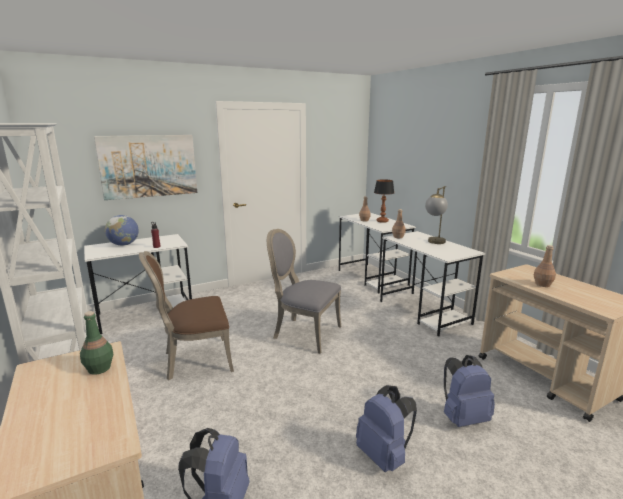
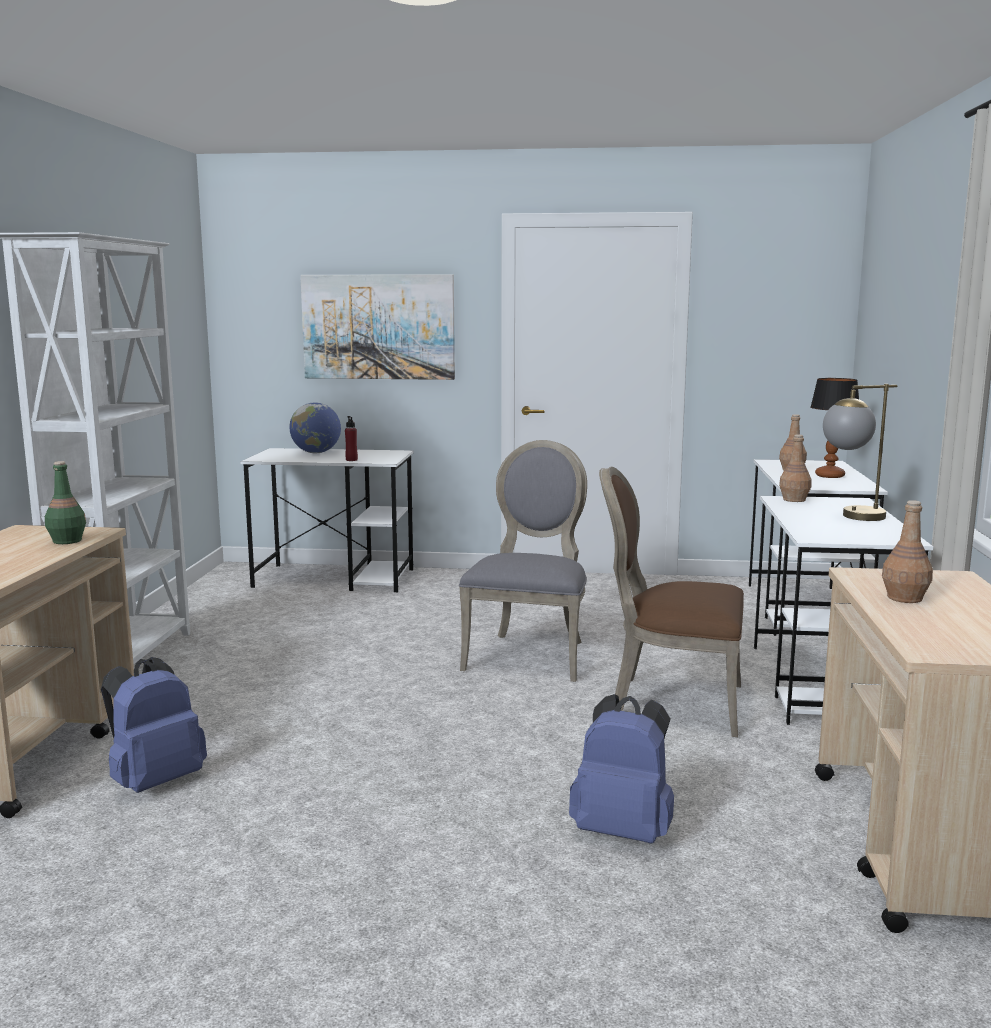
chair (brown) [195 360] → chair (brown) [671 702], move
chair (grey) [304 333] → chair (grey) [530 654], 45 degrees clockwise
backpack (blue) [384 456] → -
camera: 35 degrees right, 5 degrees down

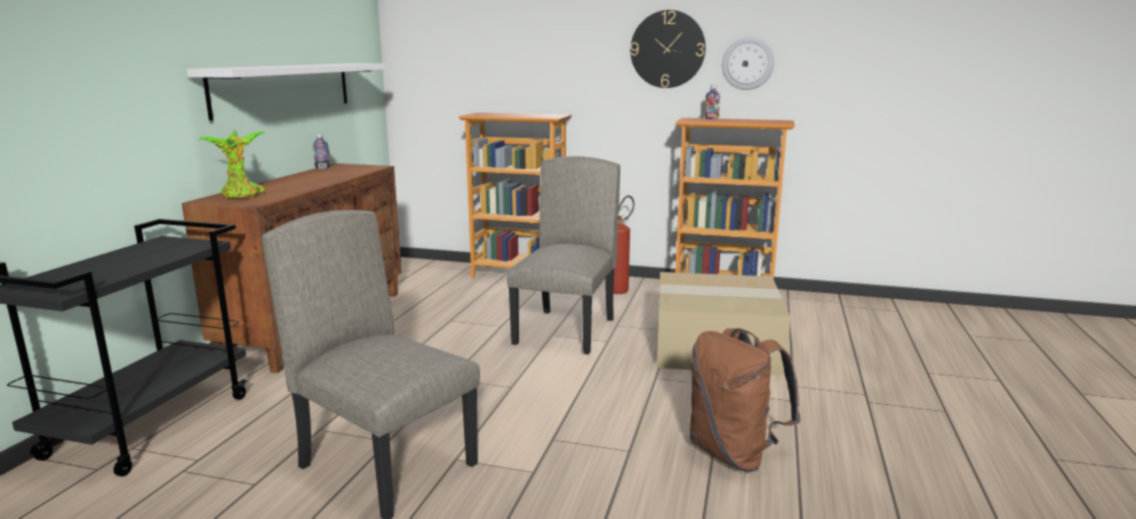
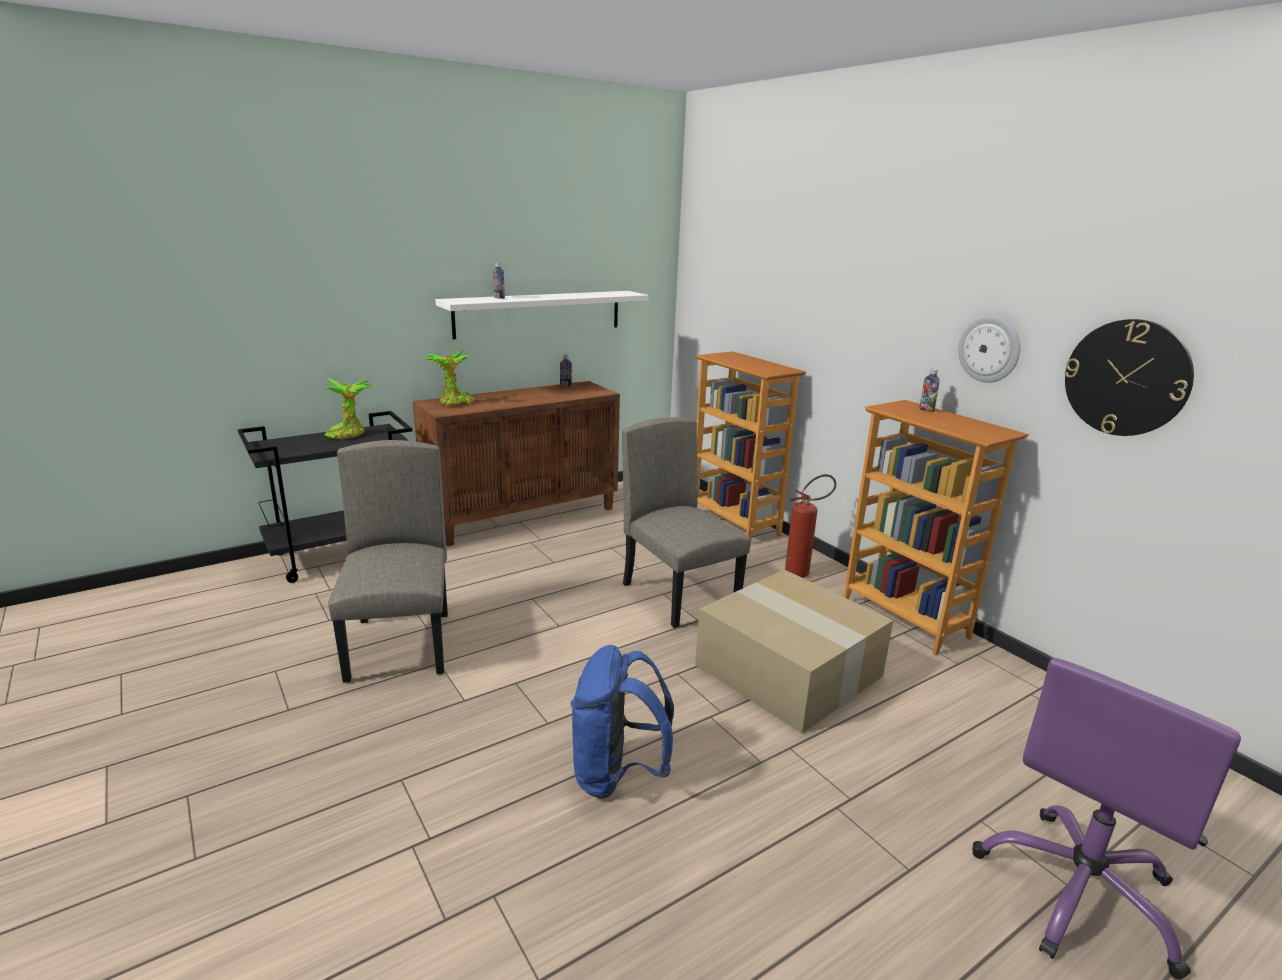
chair (beige) [566 331] → chair (beige) [680 595], 90 degrees counterclockwise
wall clock [667 49] → wall clock [1126 378], move
backpack (brown) [734 454] → backpack (blue) [617 774]
- → potted plant [349 434]
- → bottle [499 298]
- → office chair (purple) [1079 892]
camera: 40 degrees right, 5 degrees up

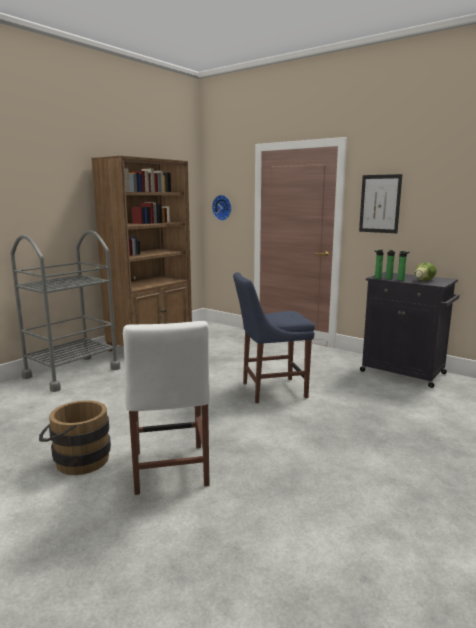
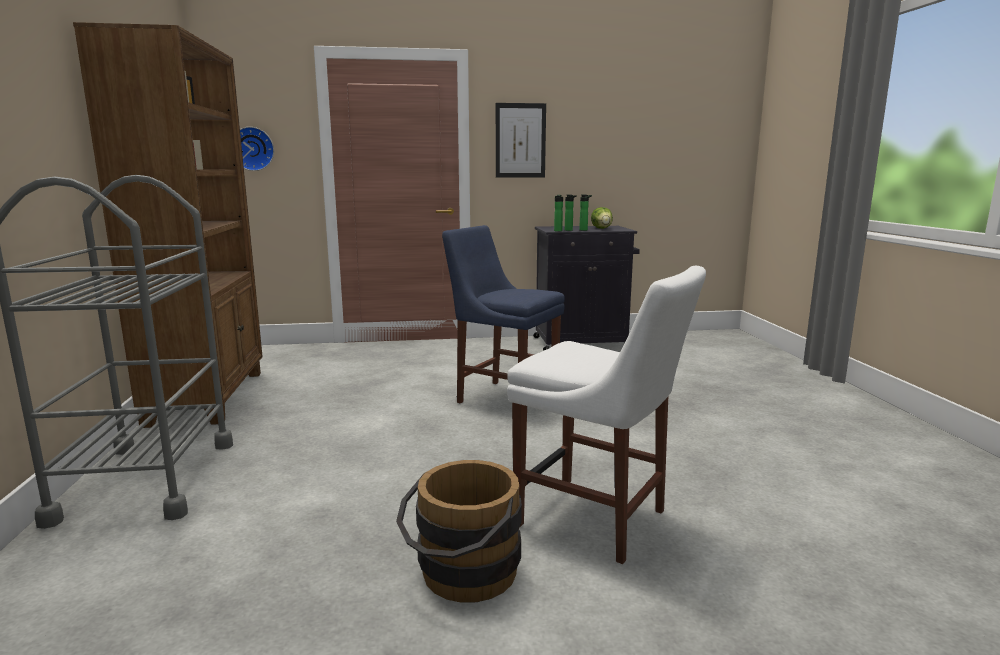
chair (blue) [270 390] → chair (blue) [503 397], 90 degrees clockwise
camera: 45 degrees left, 0 degrees up

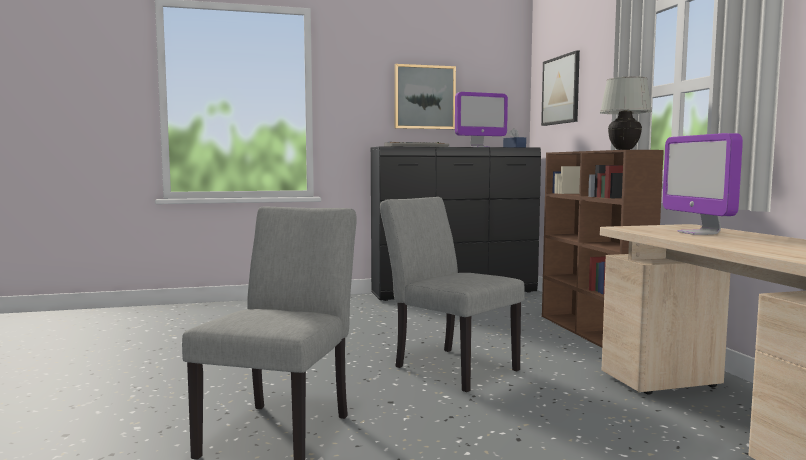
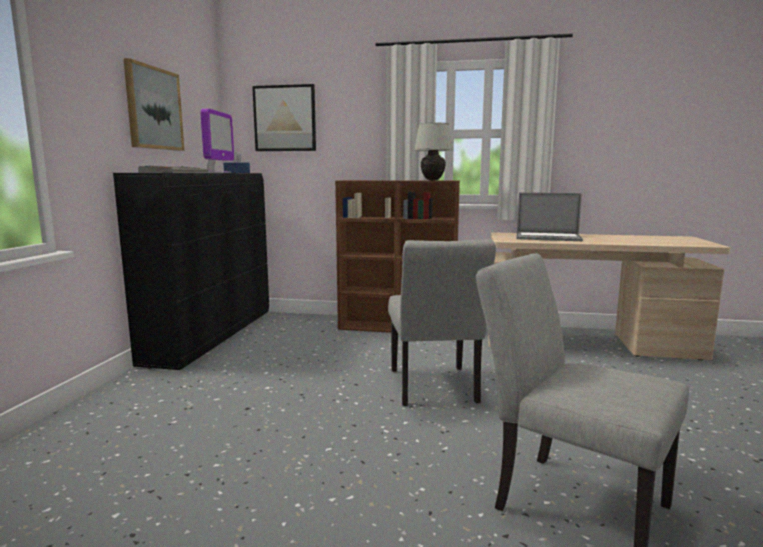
chair (grey) [449 366] → chair (grey) [434 389], 75 degrees counterclockwise
monitor [698 233] → laptop [548 237]
camera: 65 degrees left, 5 degrees up

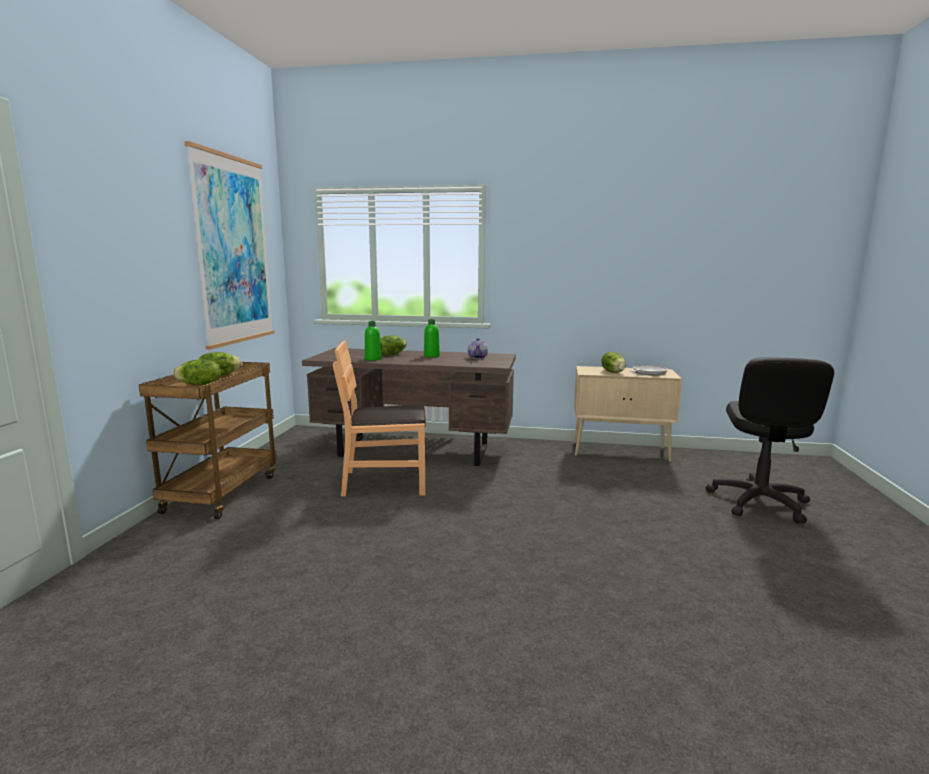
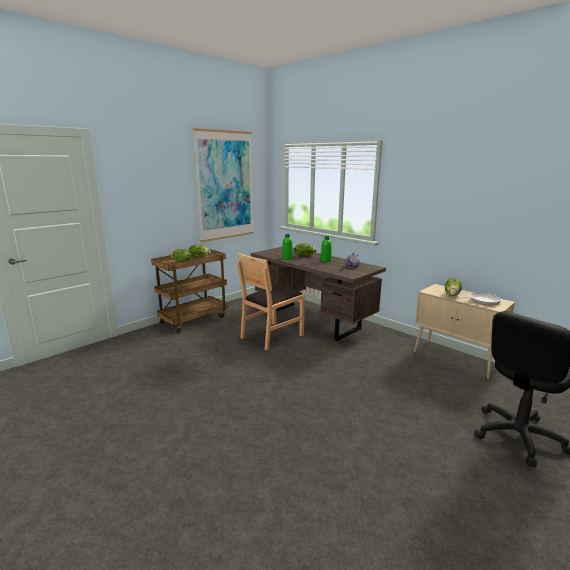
chair (brown) [385 482] → chair (brown) [271 336], 75 degrees counterclockwise
camera: 35 degrees right, 5 degrees up

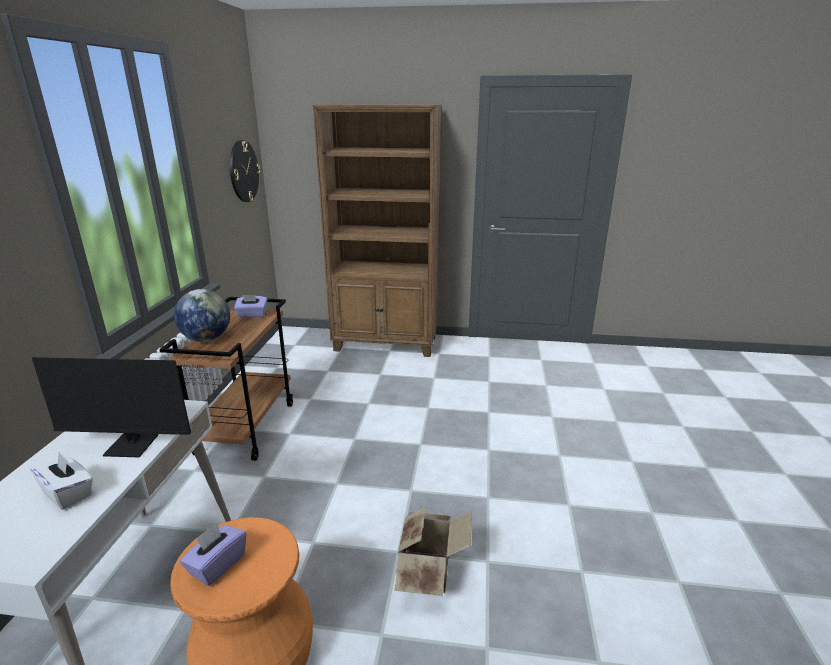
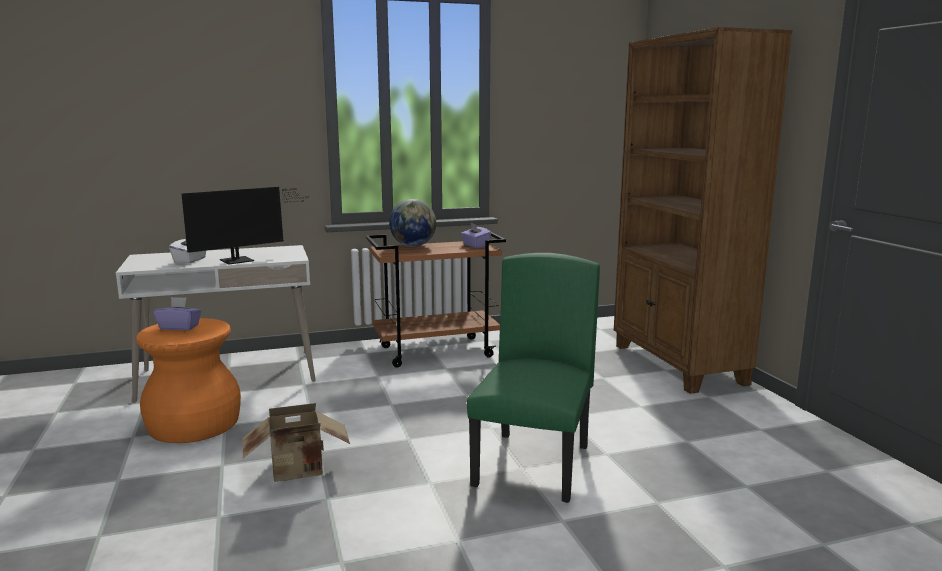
monitor [137 446] → monitor [242 260], 105 degrees counterclockwise
wall clock [243 171] → -
- → chair (green) [534 466]
camera: 65 degrees right, 10 degrees down

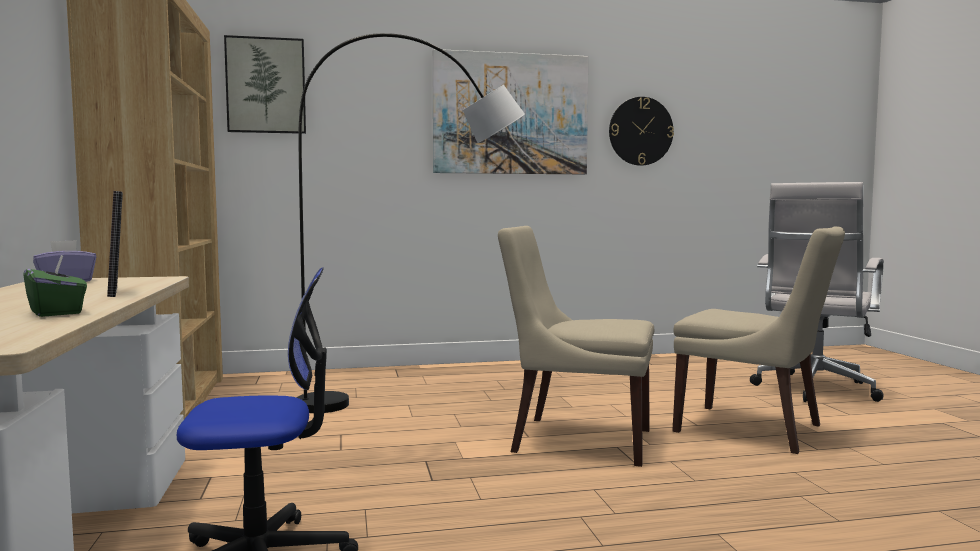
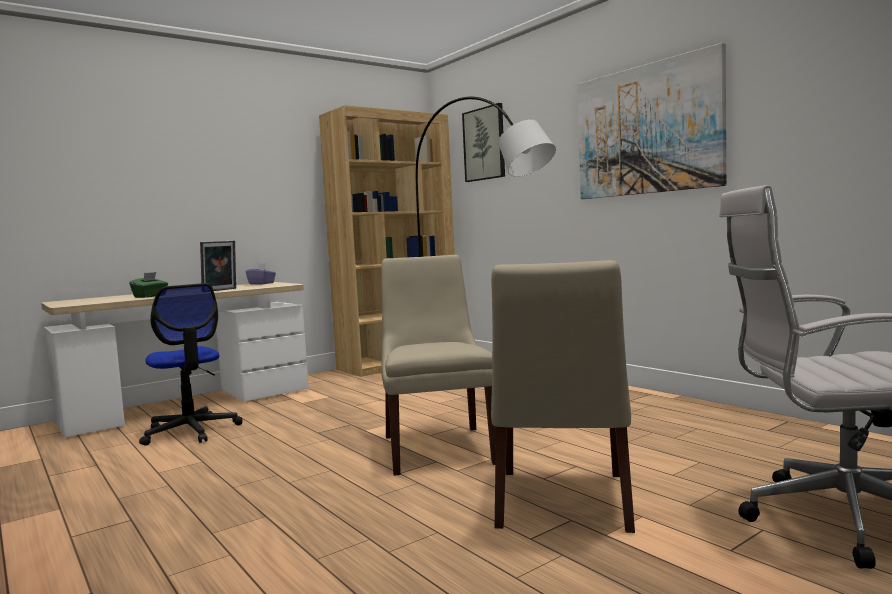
wall clock [640 131] → -
camera: 65 degrees right, 0 degrees up

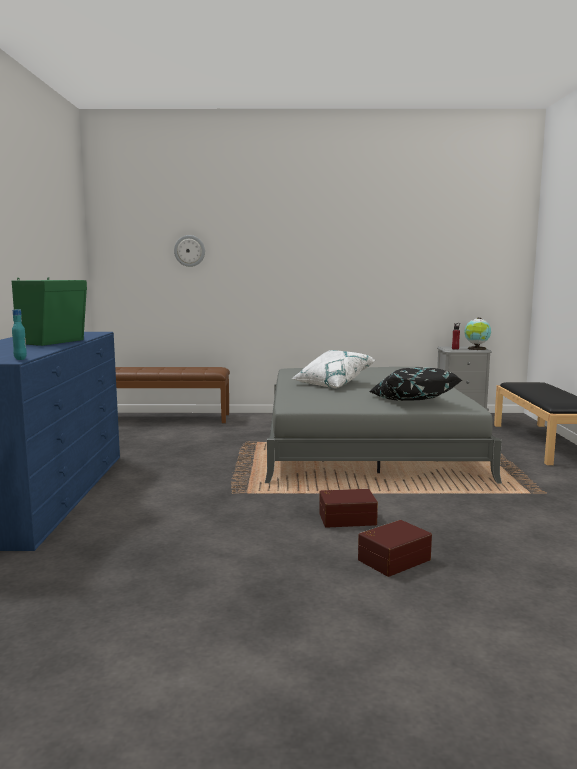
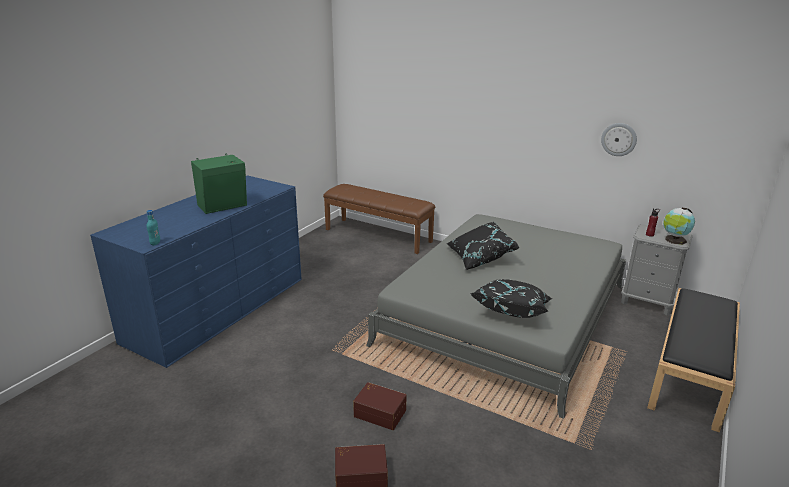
wall clock [189 251] → wall clock [619 139], move
pillow (white) [332 384] → pillow (black) [479 257]
camera: 30 degrees right, 15 degrees up

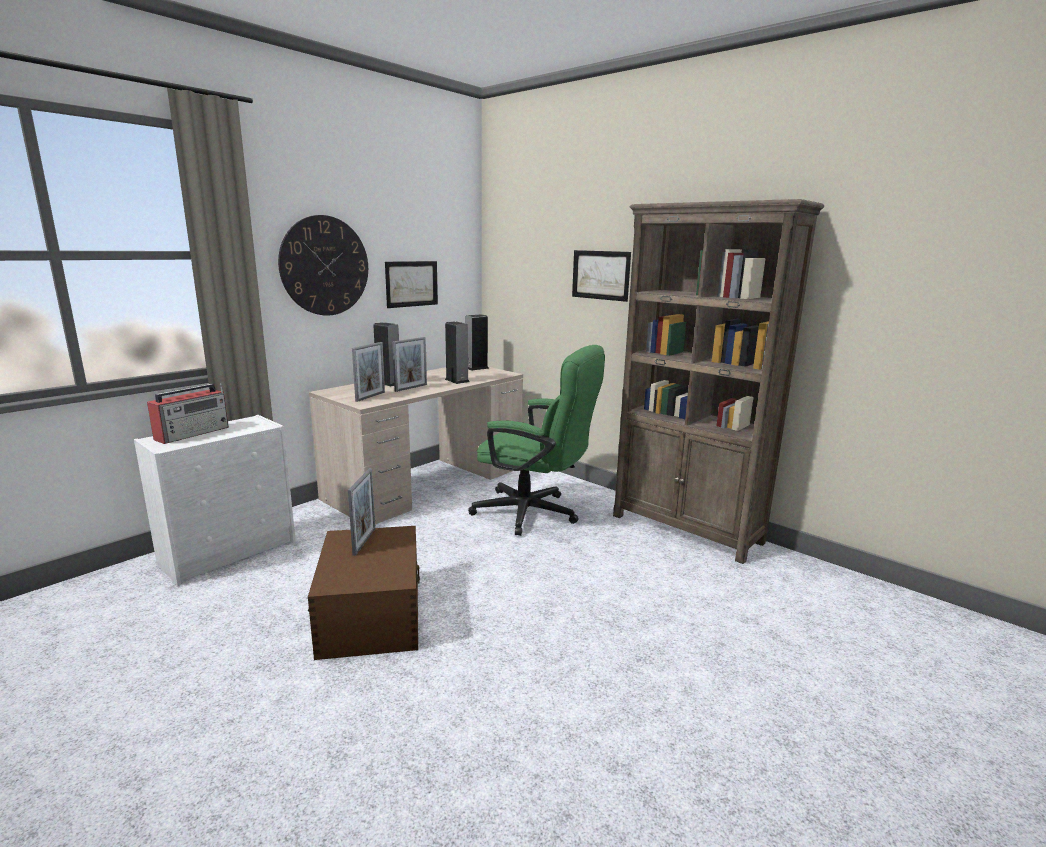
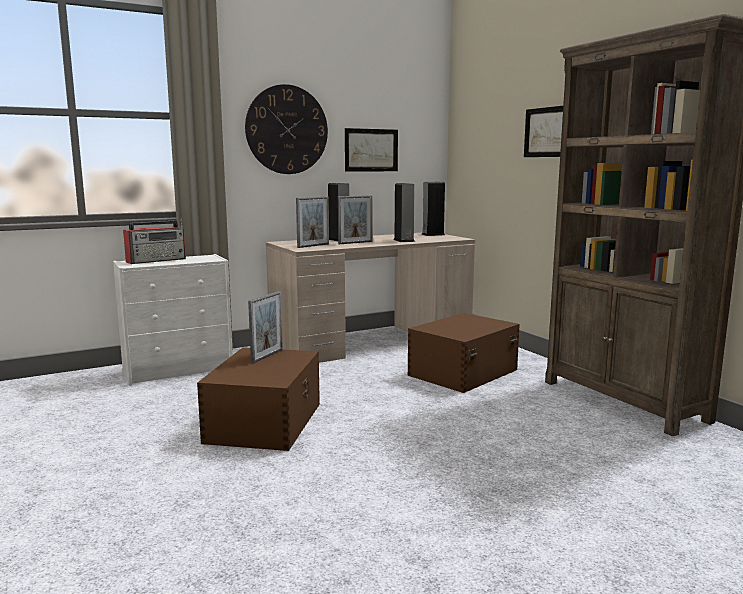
office chair (green) [534 514] → storage box (brown) [461 372]
camera: 20 degrees right, 5 degrees down

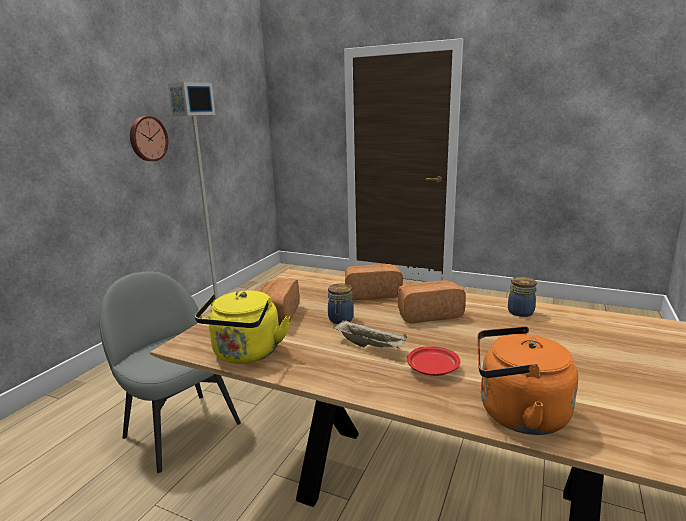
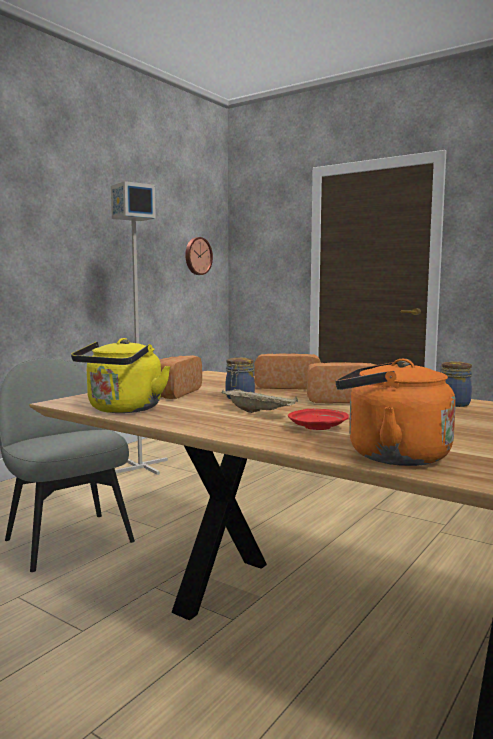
wall clock [147 139] → wall clock [197 256], move
camera: 10 degrees right, 10 degrees down

